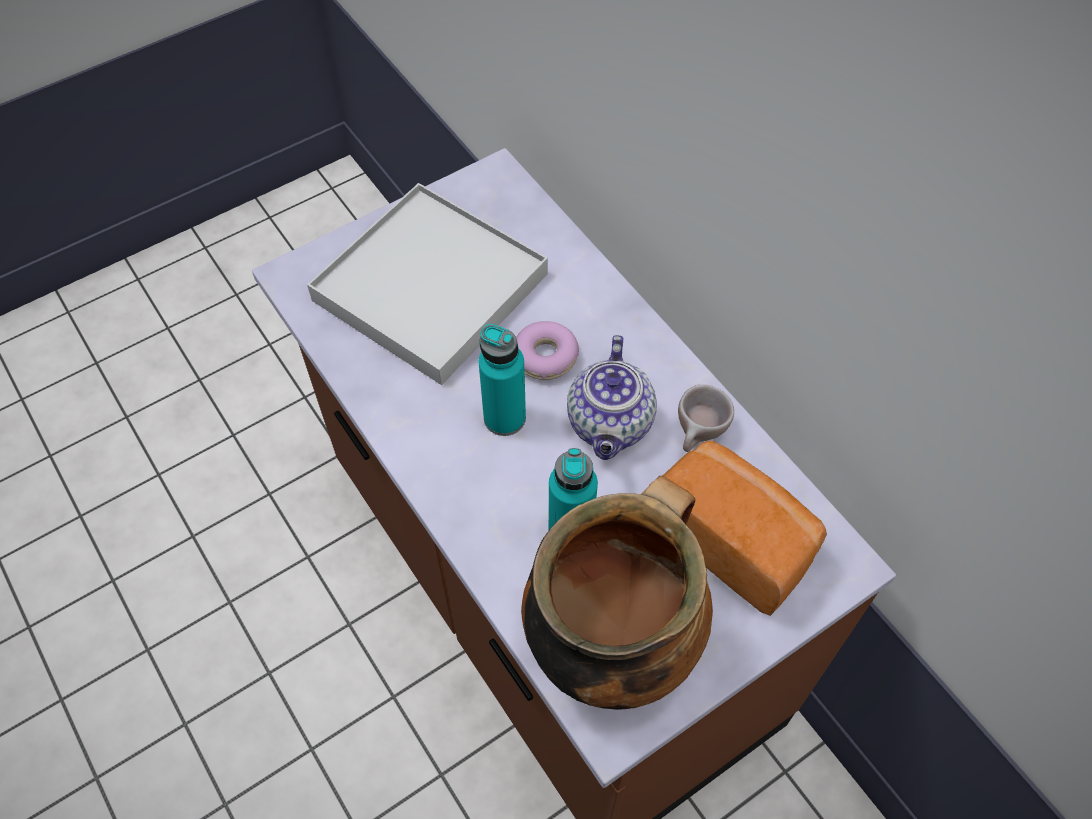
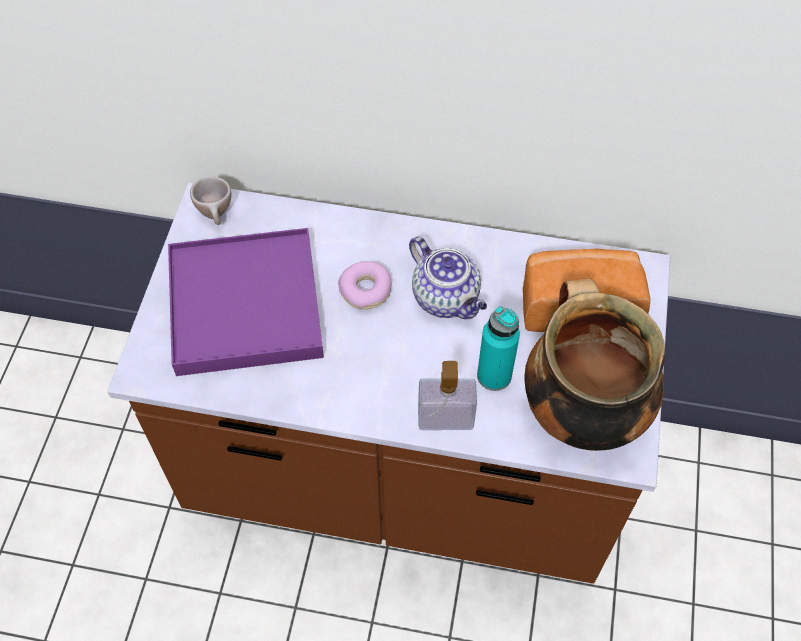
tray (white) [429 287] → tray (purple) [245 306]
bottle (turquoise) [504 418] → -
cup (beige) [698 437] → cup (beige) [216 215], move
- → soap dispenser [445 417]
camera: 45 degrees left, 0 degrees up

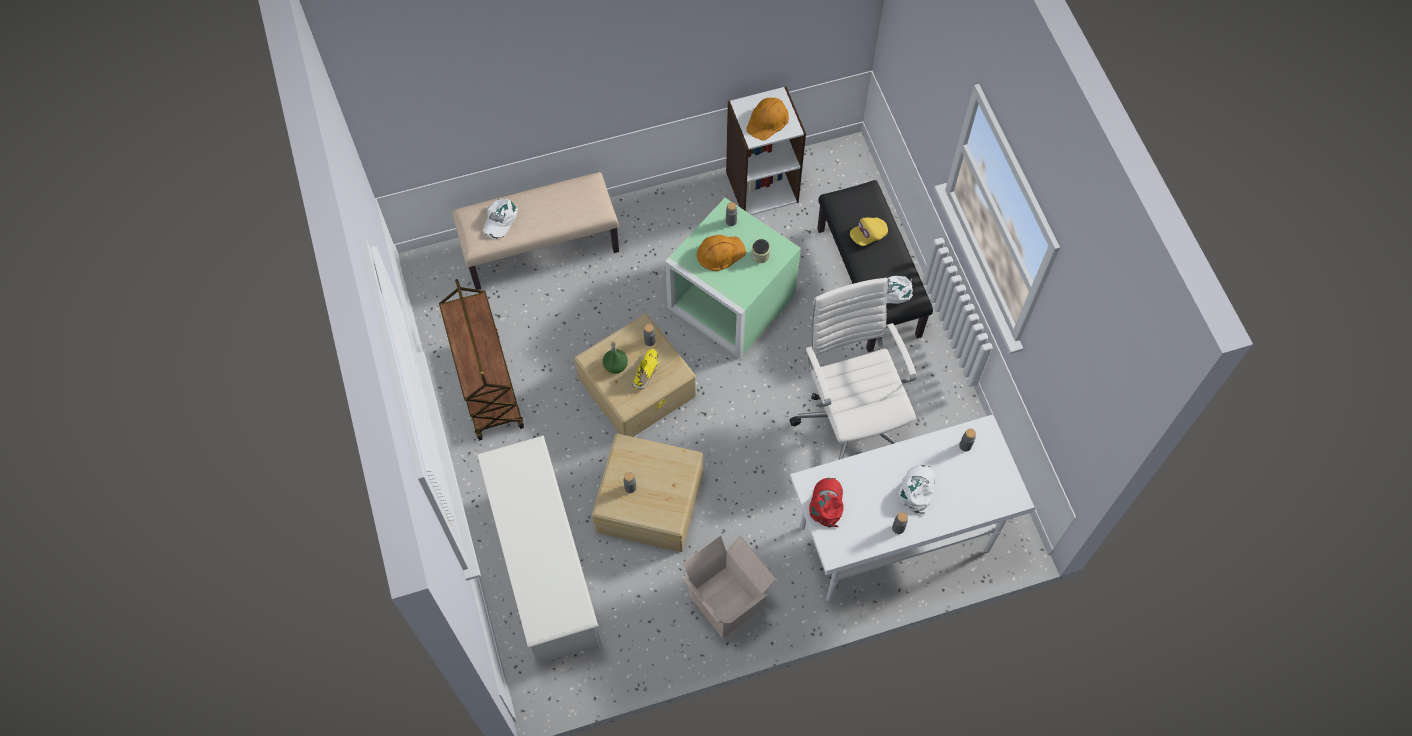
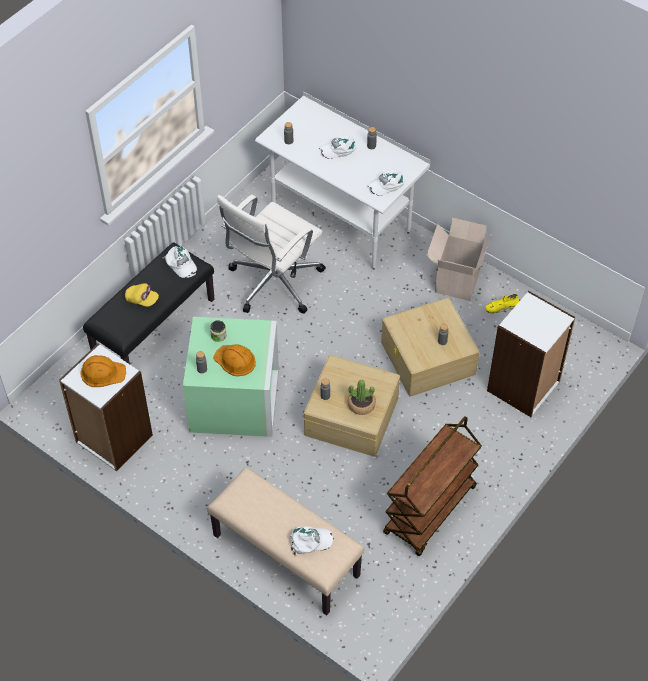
shoe rack (white) [545 567] → bookcase (white) [524 387]
bottle (green) [615 365] → potted plant [361 404]
shoe (yellow) [646 371] → shoe (yellow) [502 307], move
cap (red) [827 504] → cap (white) [386 184]
camera: 125 degrees left, 10 degrees down

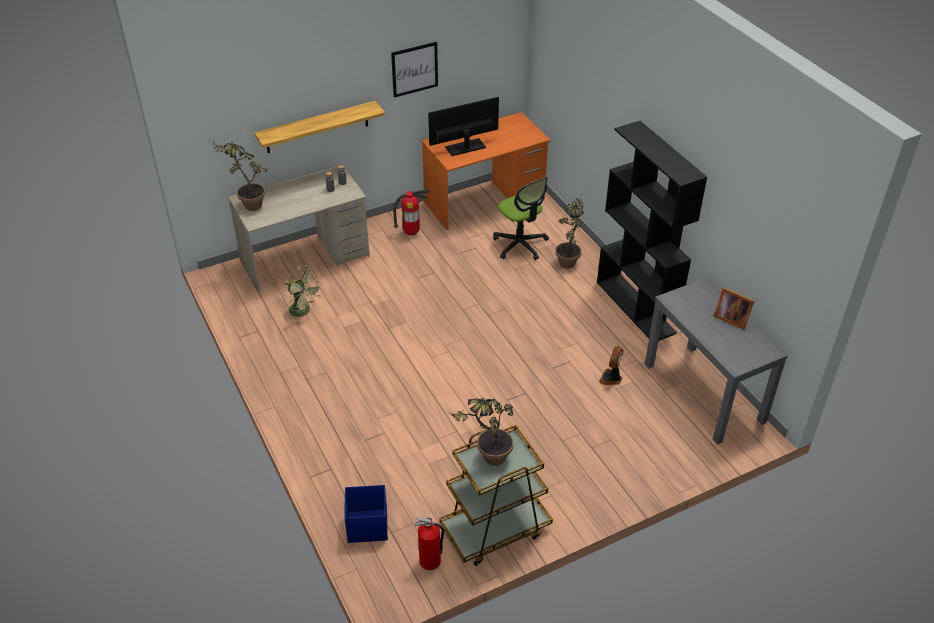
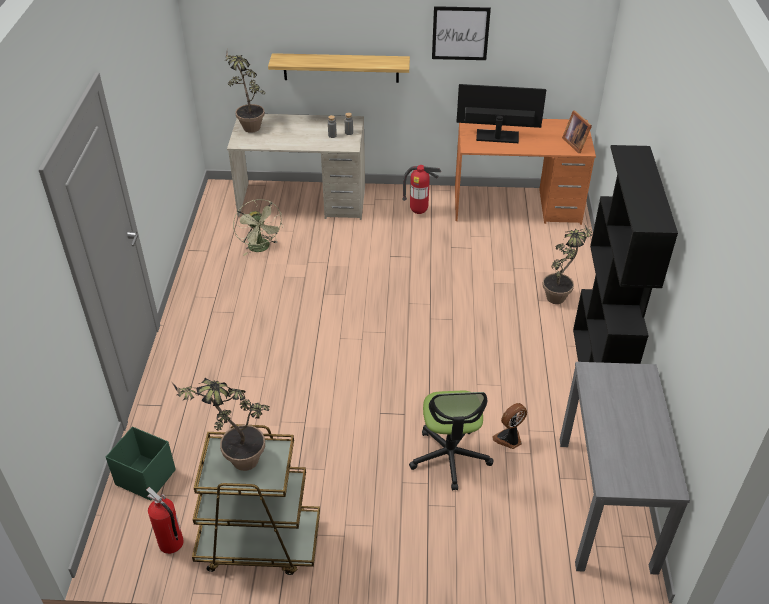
storage box (blue) [367 526] → storage box (green) [145 477]
office chair [520 245] → office chair [450 457], move
picture frame [730 318] → picture frame [575 143], move
camera: 30 degrees right, 0 degrees up

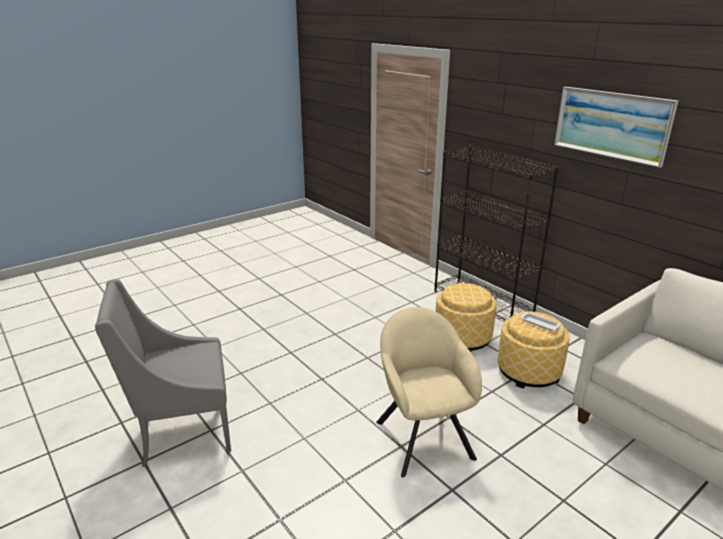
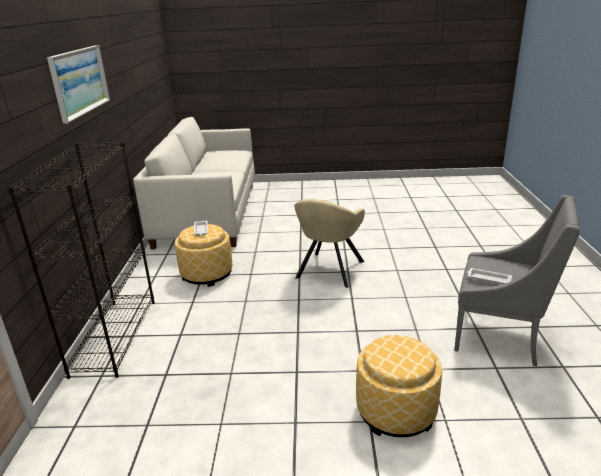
ottoman [462 338] → ottoman [396 411], move
- → tray (white) [488 279]
camera: 140 degrees left, 0 degrees up

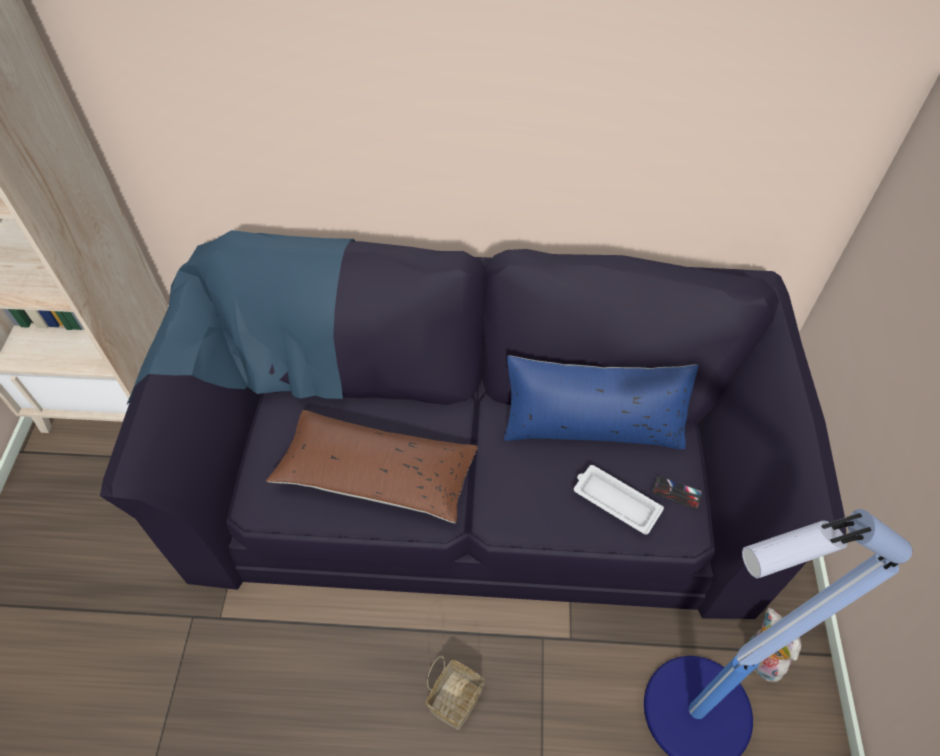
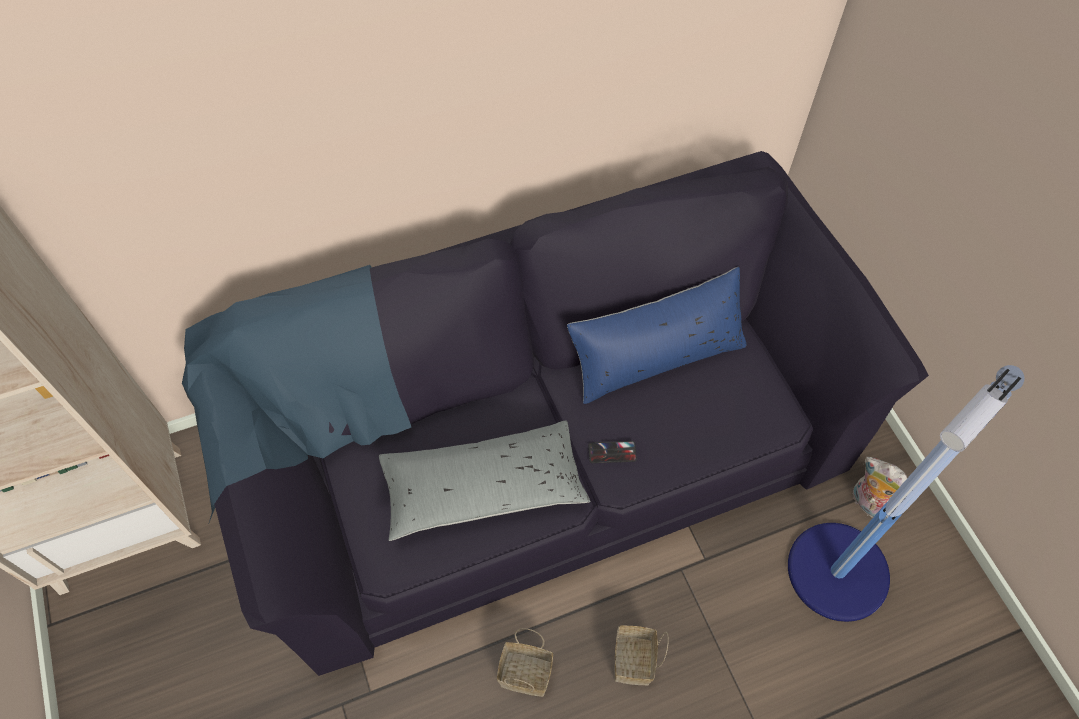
pillow (brown) [377 474] → pillow (grey) [483 487]
tray (white) [615 501] → -
phone [676 492] → phone [612 452], move
- → basket [523 675]
camera: 25 degrees left, 5 degrees up

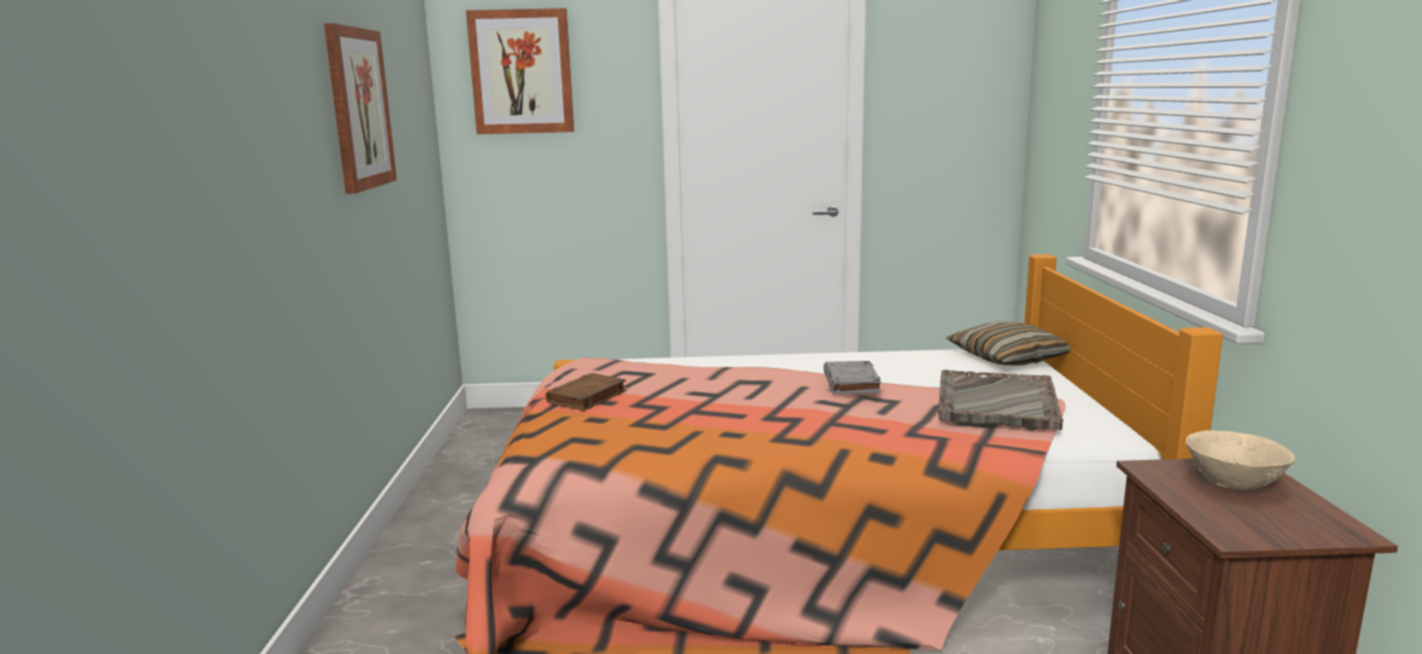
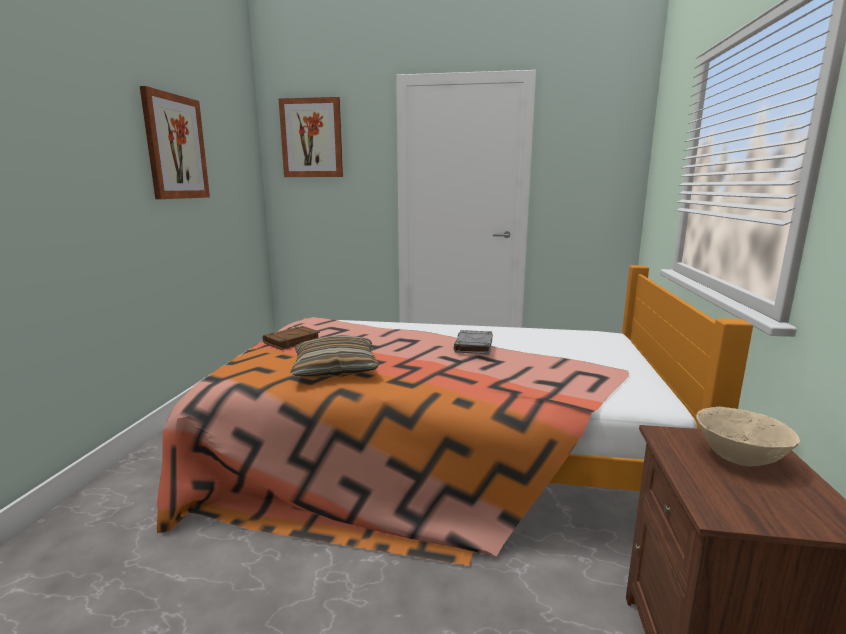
tray (grey) [996 402] → -
pillow [1008 358] → pillow [335 369], move
camera: 10 degrees right, 0 degrees up

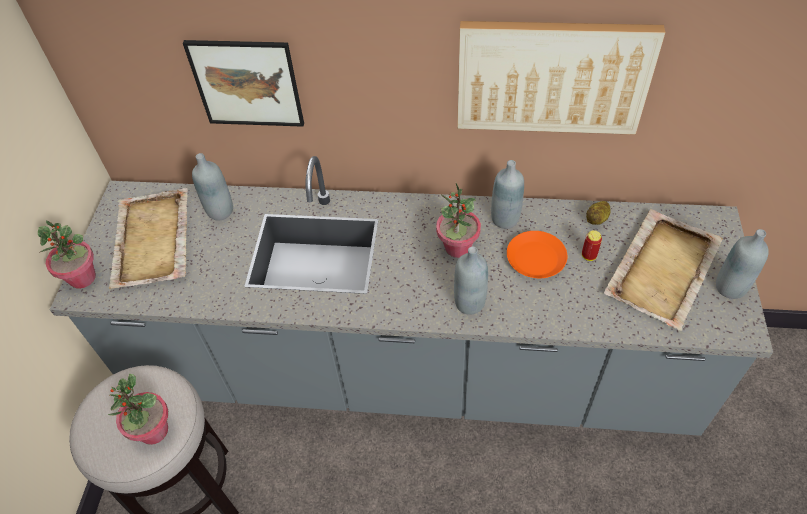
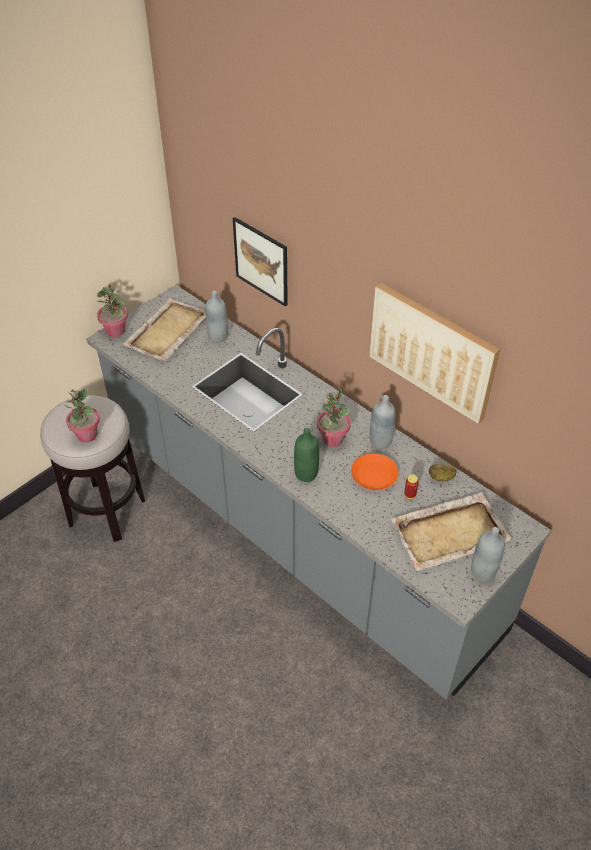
bottle (grey) [469 303] → bottle (green) [306 474]
camera: 35 degrees right, 5 degrees down

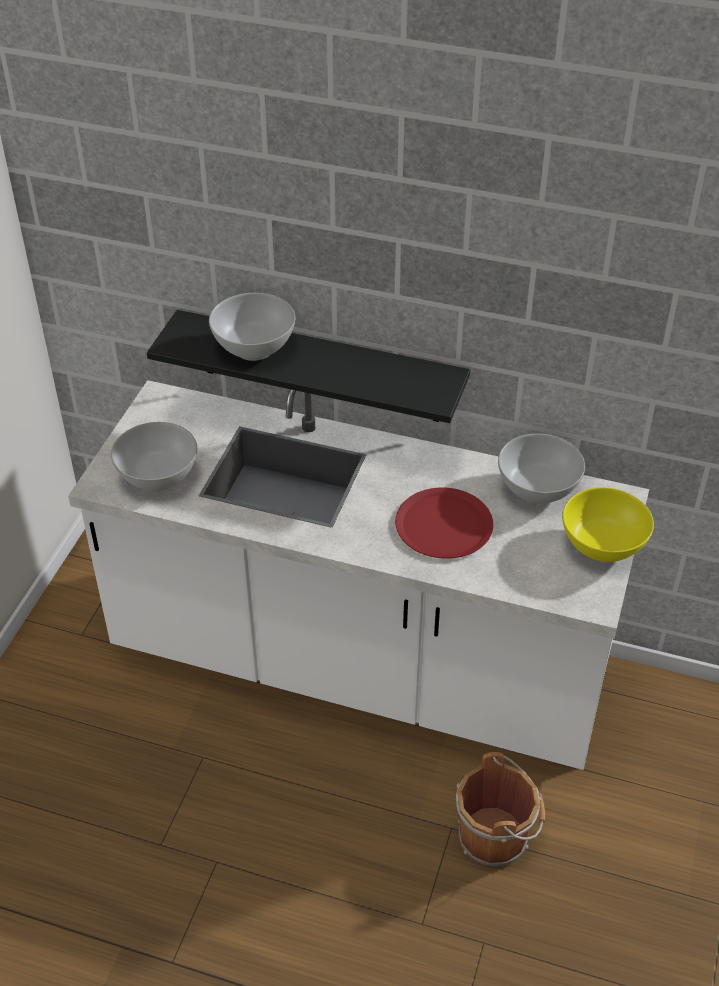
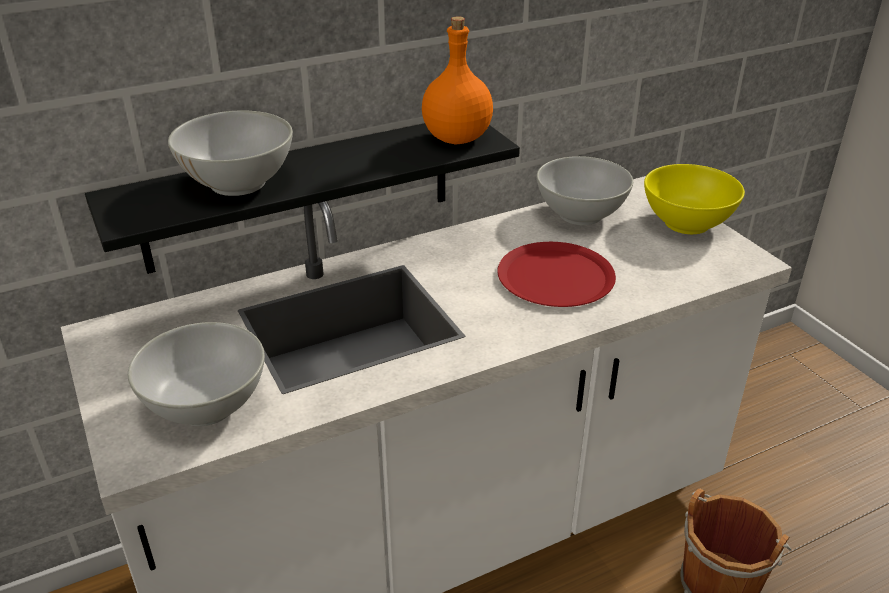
- → bottle (orange) [456 138]
camera: 45 degrees left, 10 degrees down

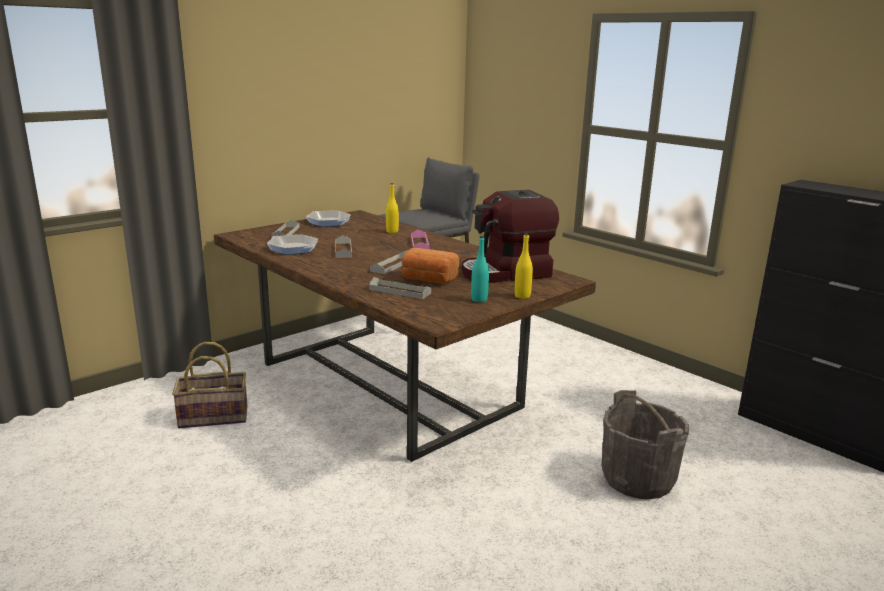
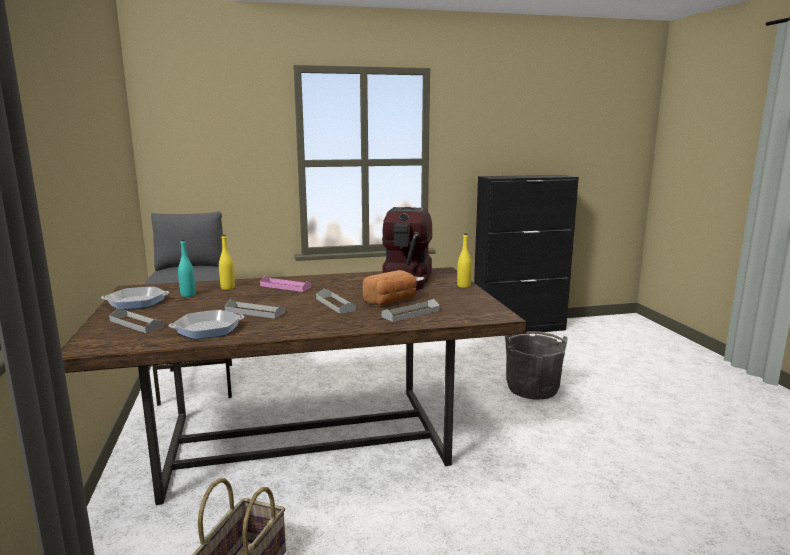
bottle (turquoise) [479 299] → bottle (turquoise) [188 295], move
camera: 60 degrees left, 5 degrees down

